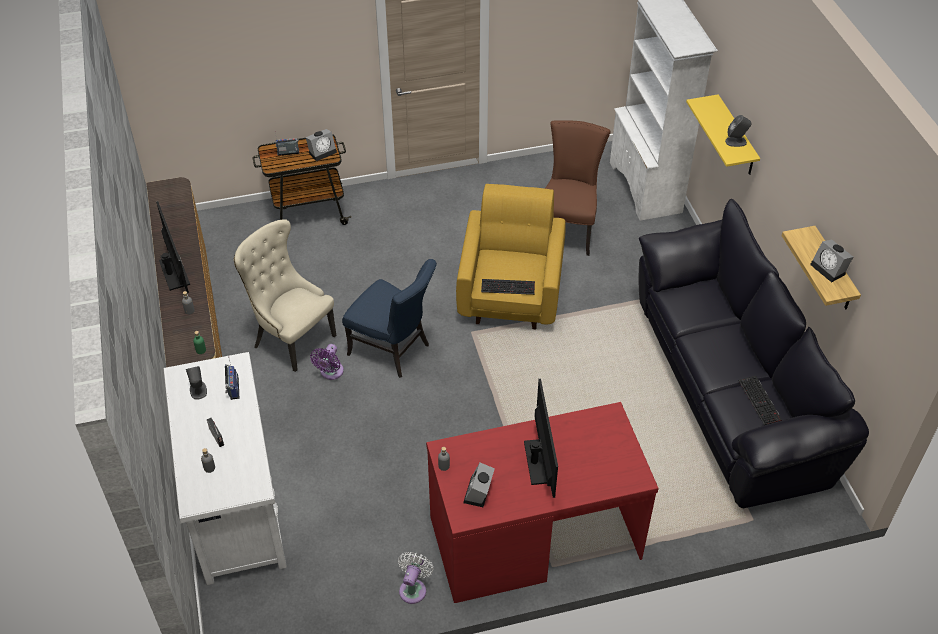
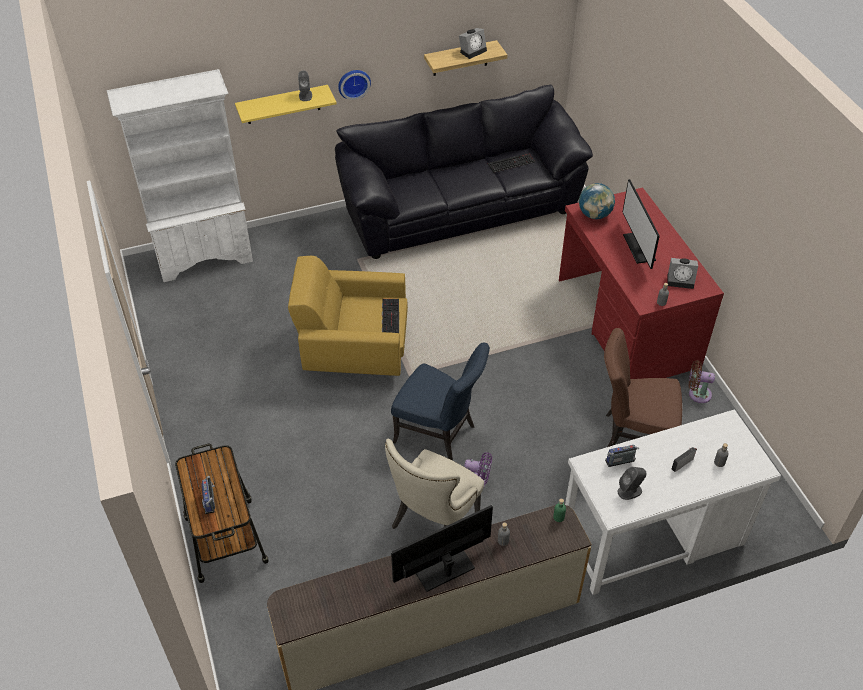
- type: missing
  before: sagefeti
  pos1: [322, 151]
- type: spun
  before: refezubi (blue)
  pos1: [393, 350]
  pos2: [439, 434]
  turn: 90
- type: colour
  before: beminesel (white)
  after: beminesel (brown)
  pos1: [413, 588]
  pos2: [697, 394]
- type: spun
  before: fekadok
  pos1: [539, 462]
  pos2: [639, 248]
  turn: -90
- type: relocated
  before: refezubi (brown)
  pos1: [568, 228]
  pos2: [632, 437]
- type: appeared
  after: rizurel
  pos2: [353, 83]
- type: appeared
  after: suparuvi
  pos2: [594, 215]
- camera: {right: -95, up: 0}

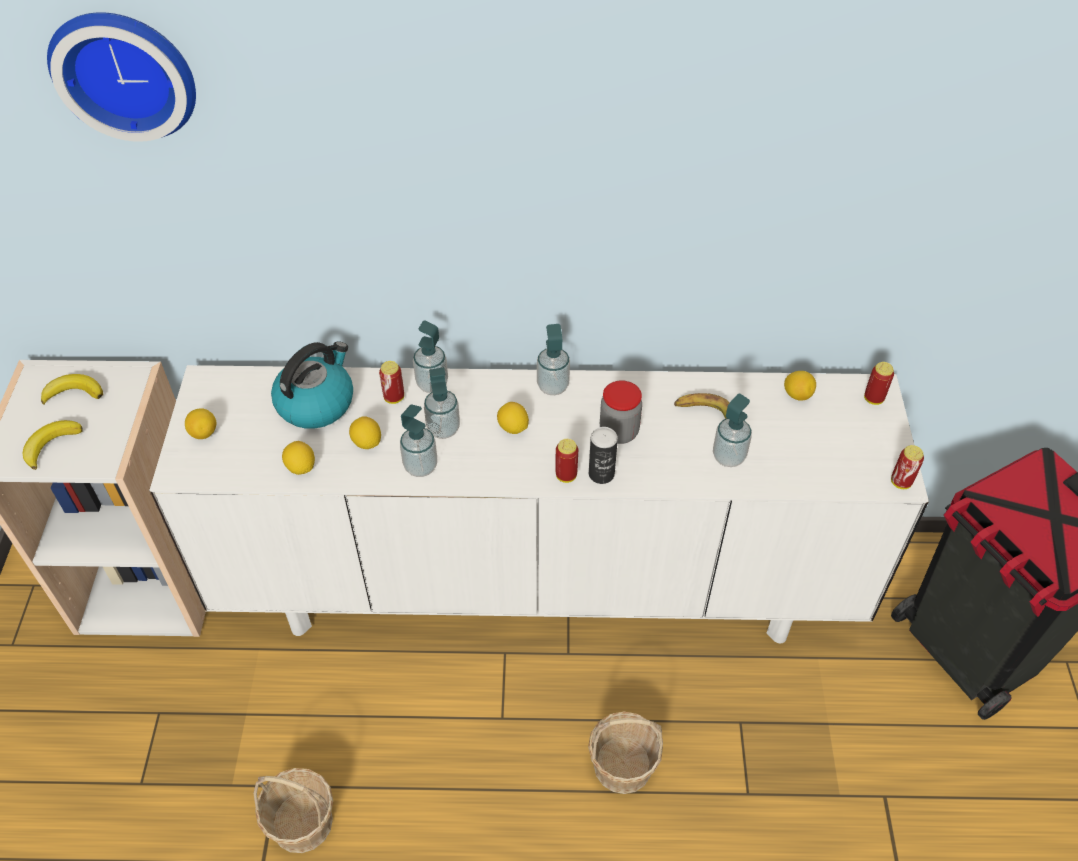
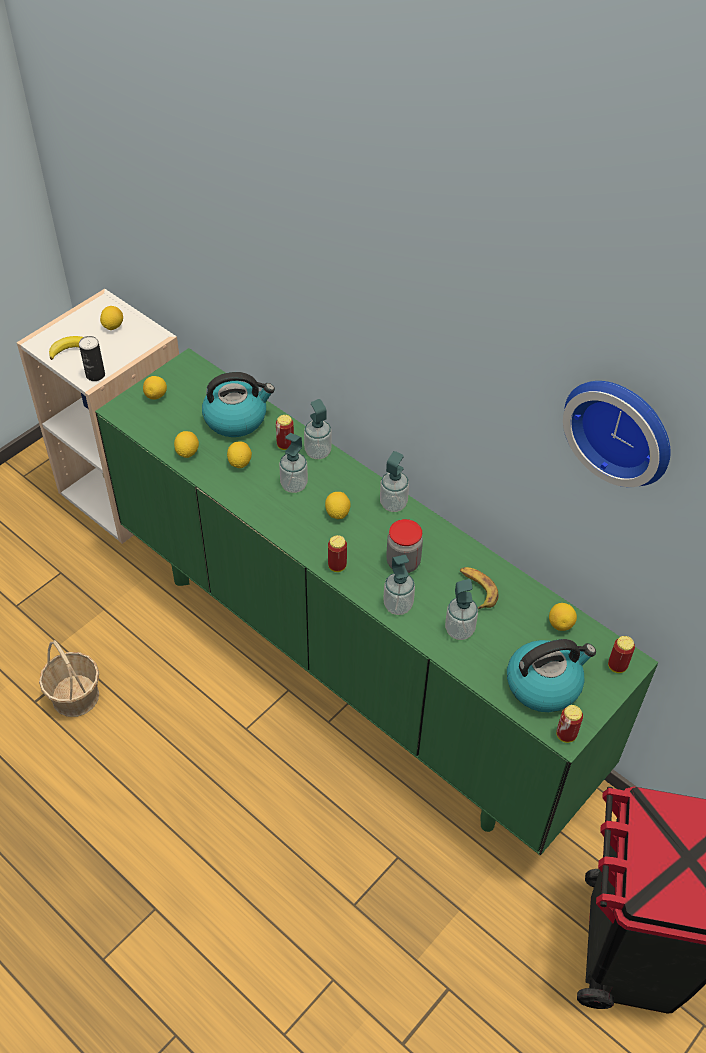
- type: exchanged
  before: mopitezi
  after: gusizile
  pos1: [74, 392]
  pos2: [113, 326]
- type: relocated
  before: rizurel
  pos1: [126, 71]
  pos2: [622, 428]
- type: colour
  before: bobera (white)
  after: bobera (green)
  pos1: [539, 589]
  pos2: [352, 666]
- type: relocated
  before: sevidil
  pos1: [420, 466]
  pos2: [398, 605]
- type: missing
  before: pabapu
  pos1: [622, 764]
- type: relocated
  before: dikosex
  pos1: [601, 474]
  pos2: [95, 375]
- type: appeared
  after: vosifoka
  pos2: [544, 684]
- camera: {right: 40, up: 0}

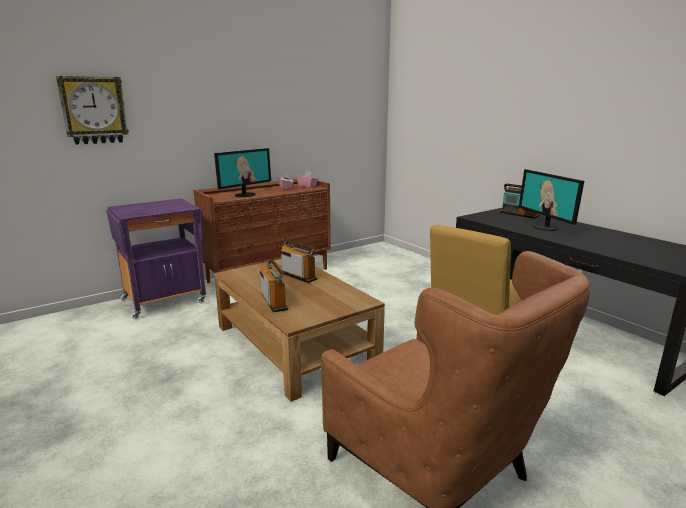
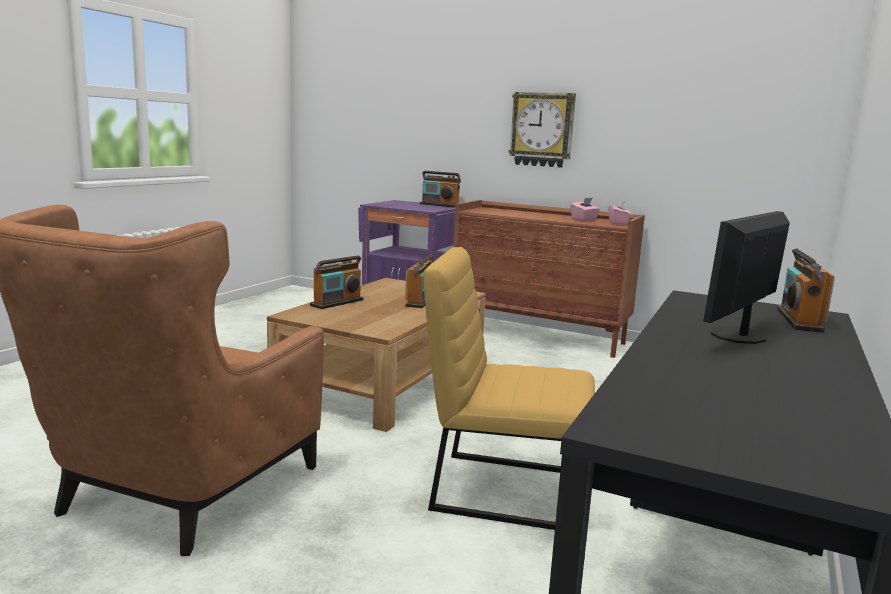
- type: relocated
  before: rizurel
  pos1: [94, 110]
  pos2: [542, 130]
- type: missing
  before: fekadok
  pos1: [245, 195]
- type: appeared
  after: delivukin
  pos2: [440, 205]
- camera: {right: 60, up: -5}

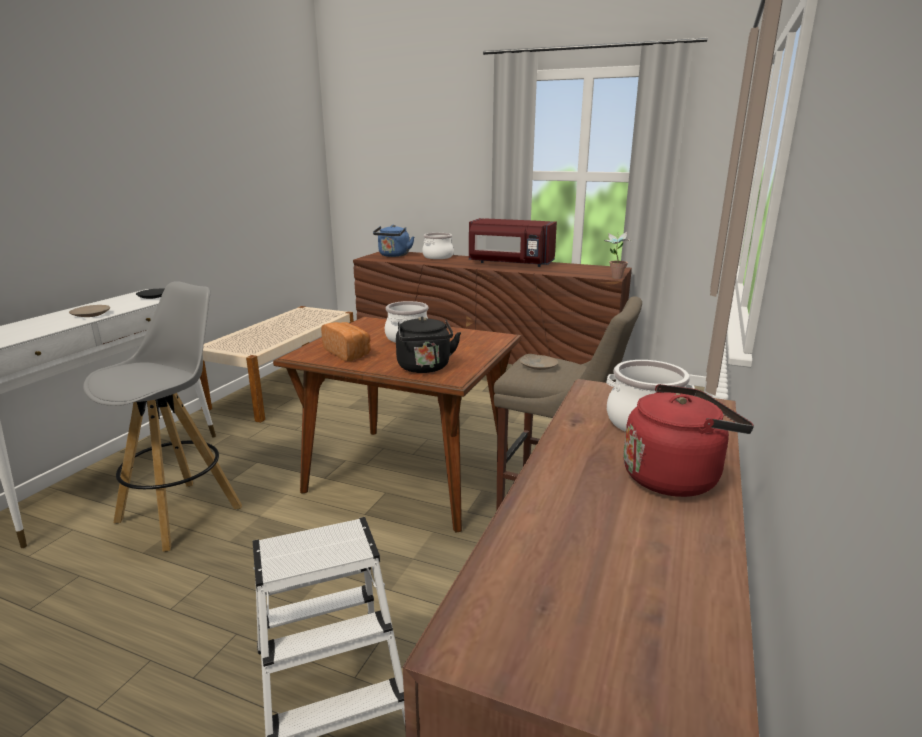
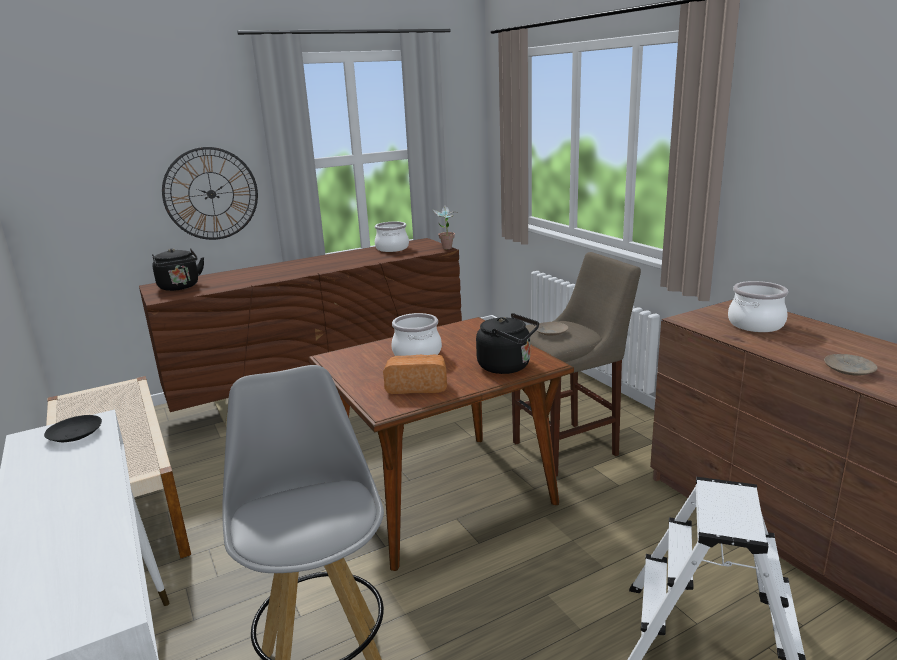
- type: relocated
  before: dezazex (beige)
  pos1: [91, 315]
  pos2: [849, 370]
- type: colour
  before: vosifoka (blue)
  after: vosifoka (black)
  pos1: [393, 255]
  pos2: [180, 287]
- type: relocated
  before: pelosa
  pos1: [438, 257]
  pos2: [392, 248]
- type: missing
  before: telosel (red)
  pos1: [509, 263]
- type: missing
  before: vosifoka (red)
  pos1: [674, 477]
- type: appeared
  after: rizurel
  pos2: [211, 194]
- camera: {right: -50, up: 0}

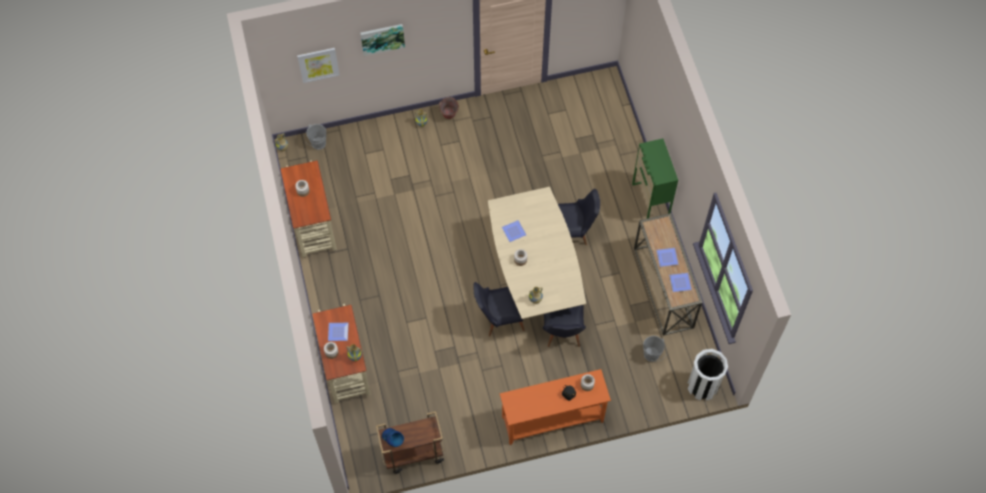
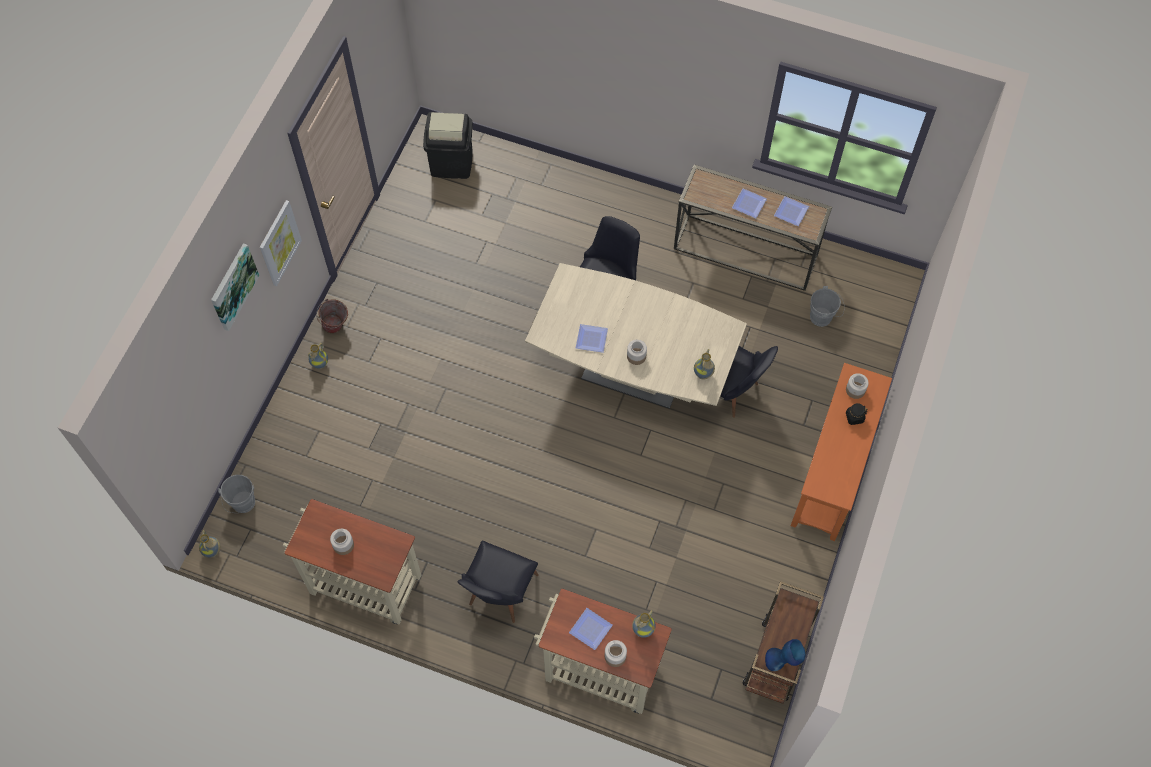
- type: relocated
  before: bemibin
  pos1: [318, 64]
  pos2: [279, 243]
- type: relocated
  before: refezubi (black)
  pos1: [498, 319]
  pos2: [498, 595]
- type: missing
  before: bobera (green)
  pos1: [649, 202]
- type: missing
  before: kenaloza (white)
  pos1: [702, 386]
- type: appeared
  after: kenaloza (black)
  pos2: [452, 163]
- camera: {right: -55, up: 0}

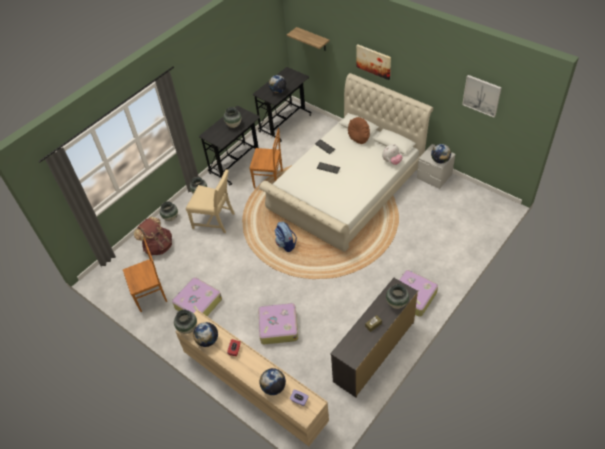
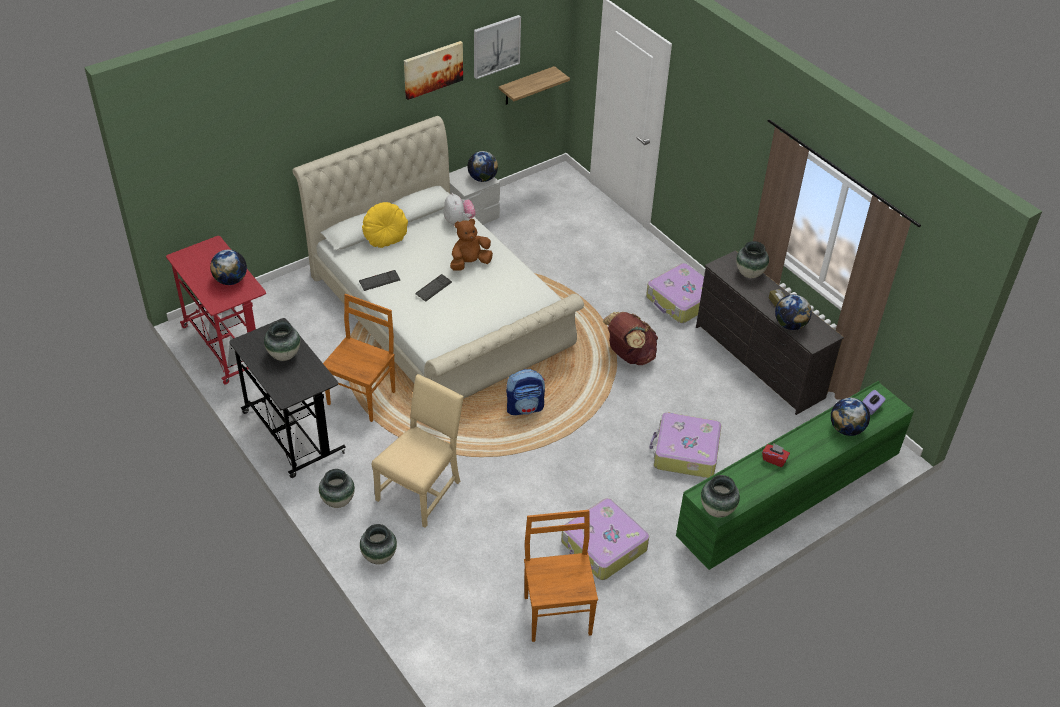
- type: relocated
  before: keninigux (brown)
  pos1: [158, 246]
  pos2: [629, 355]
- type: colour
  before: bobera (beige)
  after: bobera (green)
  pos1: [254, 389]
  pos2: [788, 503]
- type: relocated
  before: suparuvi
  pos1: [208, 340]
  pos2: [790, 325]
- type: colour
  before: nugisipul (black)
  after: nugisipul (red)
  pos1: [285, 123]
  pos2: [228, 345]
- type: relocated
  before: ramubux
  pos1: [313, 39]
  pos2: [526, 86]
- type: colour
  before: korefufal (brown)
  after: korefufal (yellow)
  pos1: [358, 139]
  pos2: [386, 241]
- type: relocated
  before: bemibin
  pos1: [373, 61]
  pos2: [433, 69]
- type: appeared
  after: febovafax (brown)
  pos2: [470, 263]
- camera: {right: -80, up: -5}

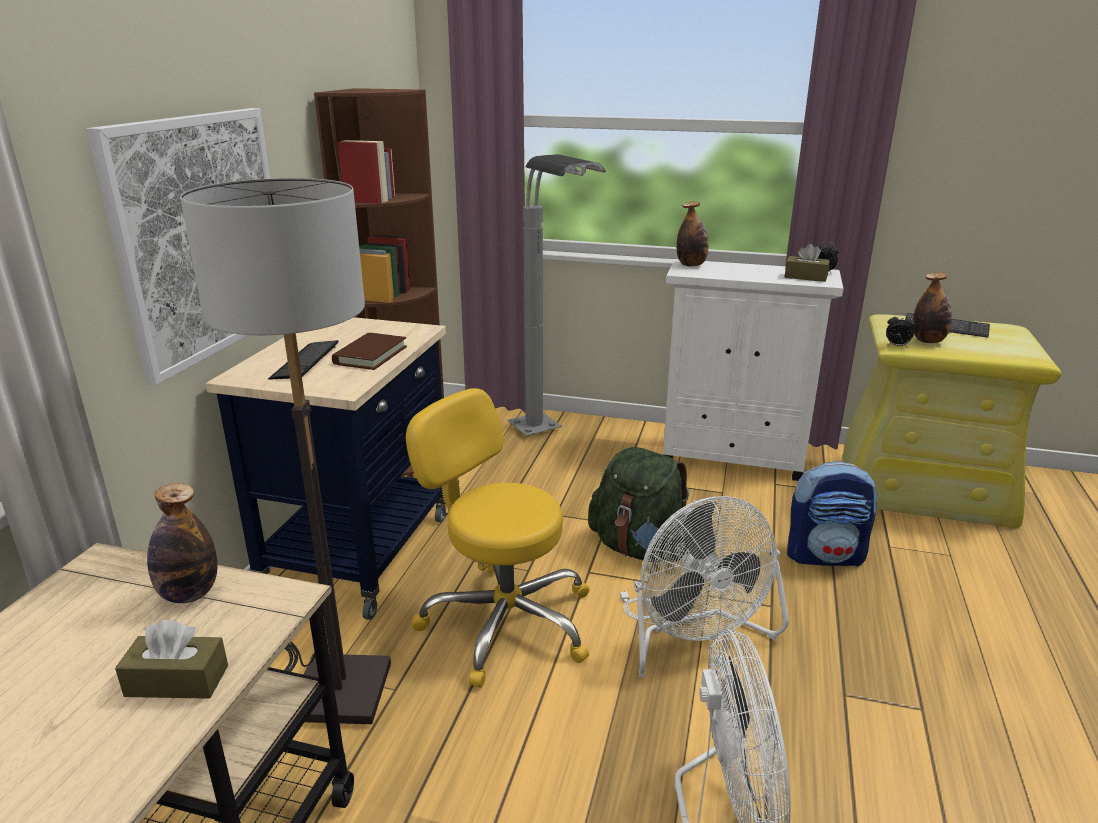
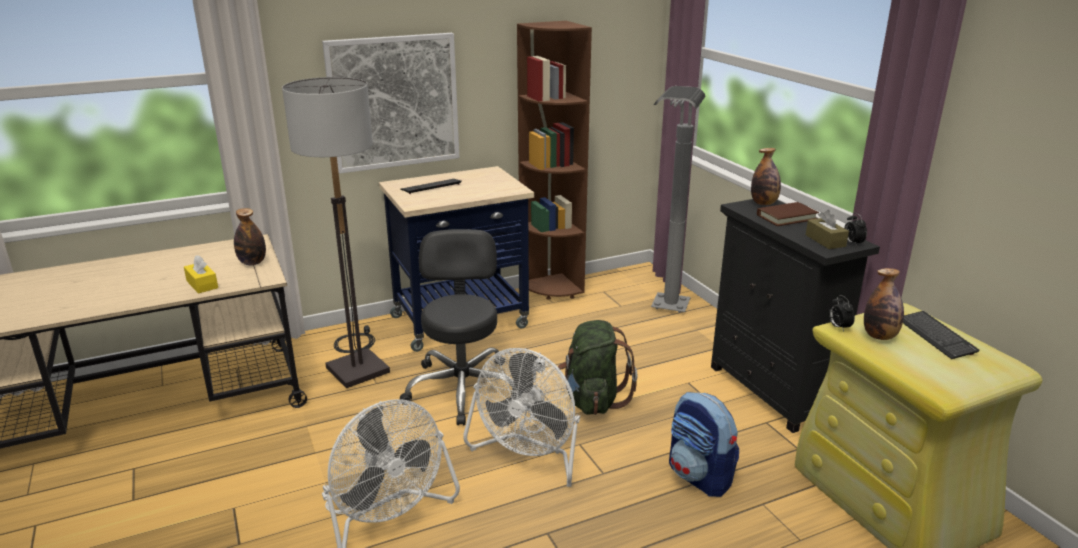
- type: colour
  before: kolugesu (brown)
  after: kolugesu (yellow)
  pos1: [177, 681]
  pos2: [202, 284]
- type: relocated
  before: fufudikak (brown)
  pos1: [370, 355]
  pos2: [786, 217]
- type: colour
  before: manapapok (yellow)
  after: manapapok (black)
  pos1: [501, 619]
  pos2: [462, 386]
- type: colour
  before: bobera (white)
  after: bobera (black)
  pos1: [734, 458]
  pos2: [772, 392]
- camera: {right: 50, up: 0}

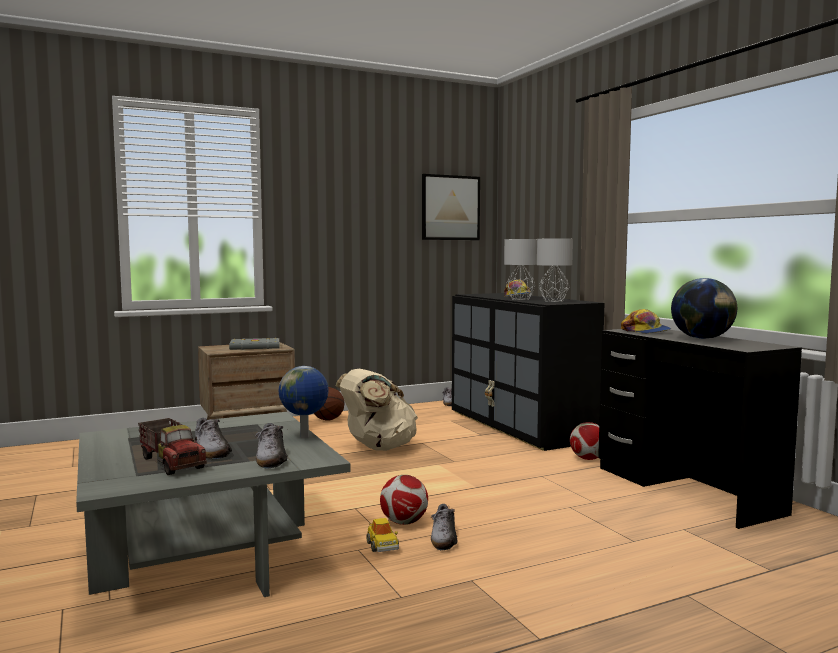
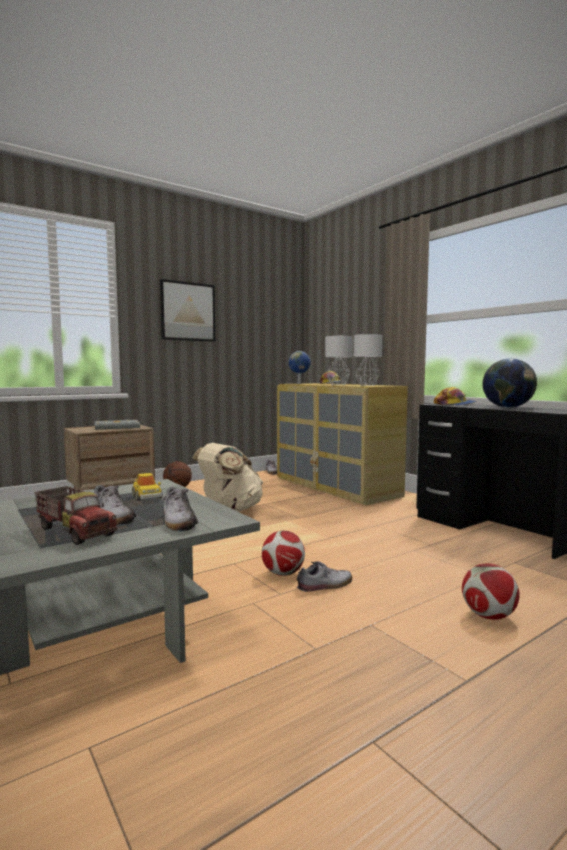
- type: relocated
  before: suparuvi
  pos1: [305, 437]
  pos2: [299, 383]
- type: relocated
  before: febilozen
  pos1: [382, 546]
  pos2: [147, 497]
- type: relocated
  before: bemibin
  pos1: [450, 208]
  pos2: [188, 311]
- type: spun
  before: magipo
  pos1: [443, 538]
  pos2: [325, 585]
  turn: -105
- type: colour
  before: bobera (black)
  after: bobera (yellow)
  pos1: [519, 426]
  pos2: [335, 487]
- type: relocated
  before: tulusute
  pos1: [588, 459]
  pos2: [489, 616]
- camera: {right: -10, up: 0}

